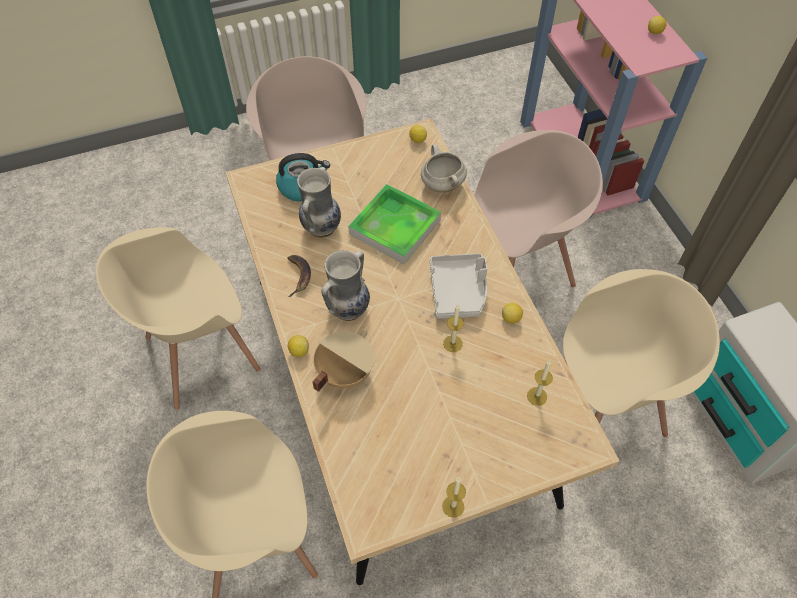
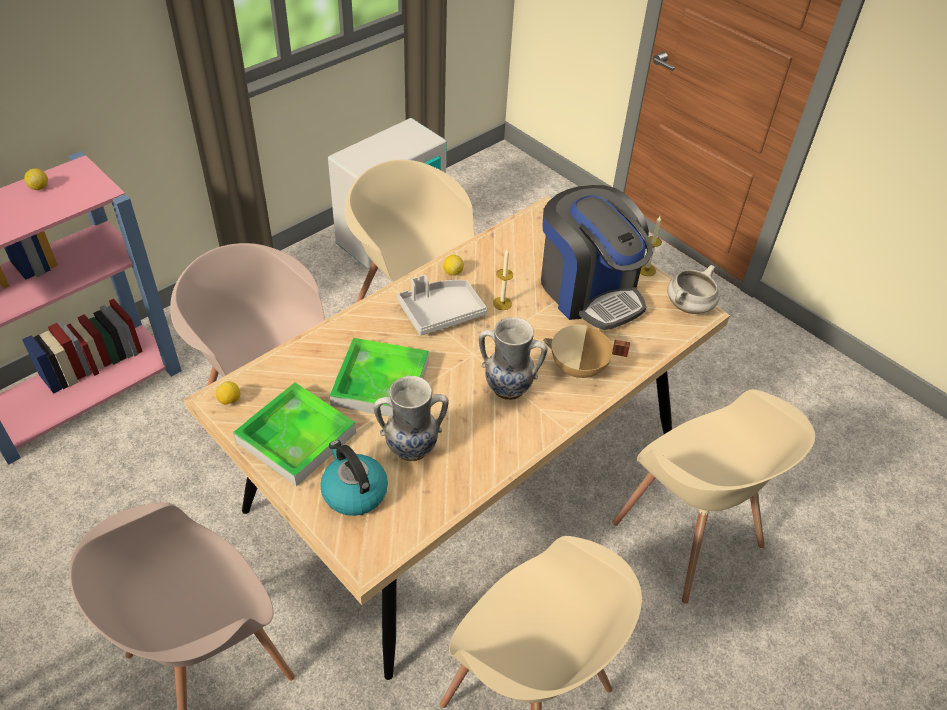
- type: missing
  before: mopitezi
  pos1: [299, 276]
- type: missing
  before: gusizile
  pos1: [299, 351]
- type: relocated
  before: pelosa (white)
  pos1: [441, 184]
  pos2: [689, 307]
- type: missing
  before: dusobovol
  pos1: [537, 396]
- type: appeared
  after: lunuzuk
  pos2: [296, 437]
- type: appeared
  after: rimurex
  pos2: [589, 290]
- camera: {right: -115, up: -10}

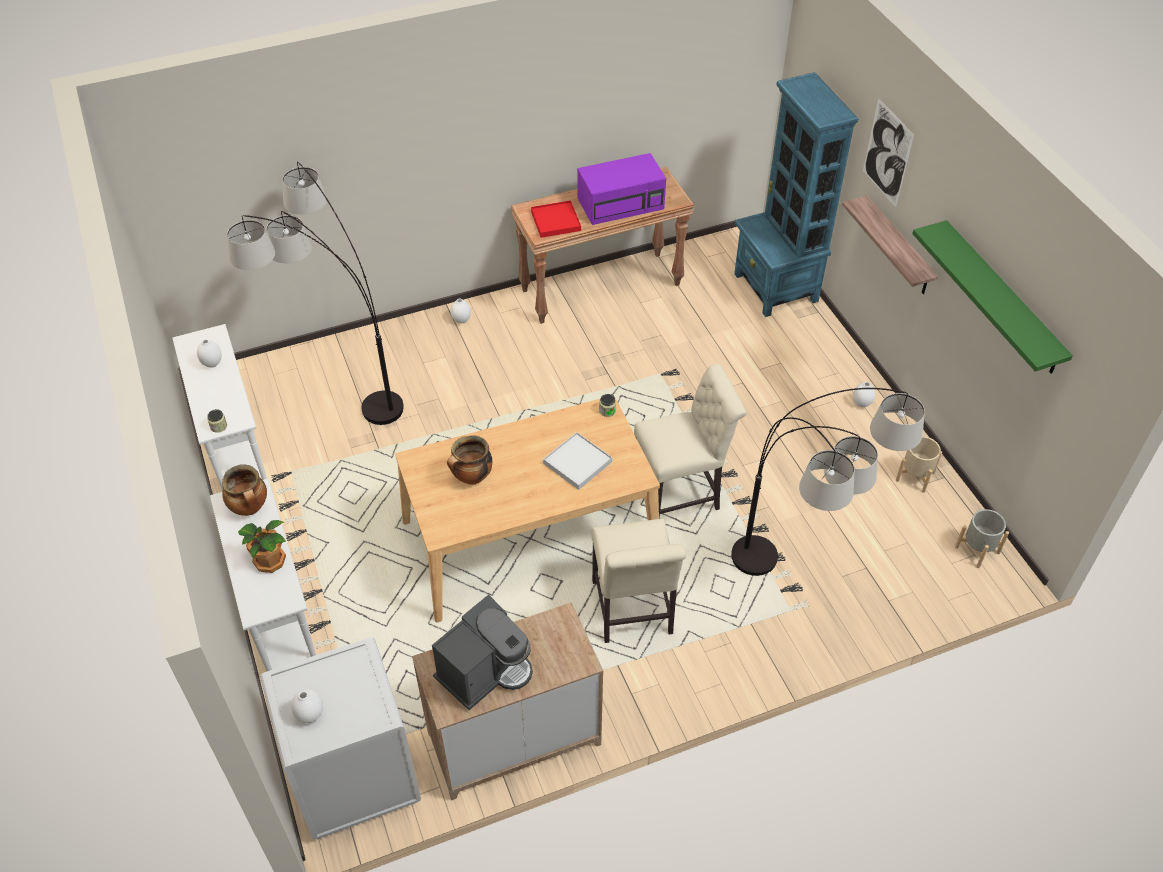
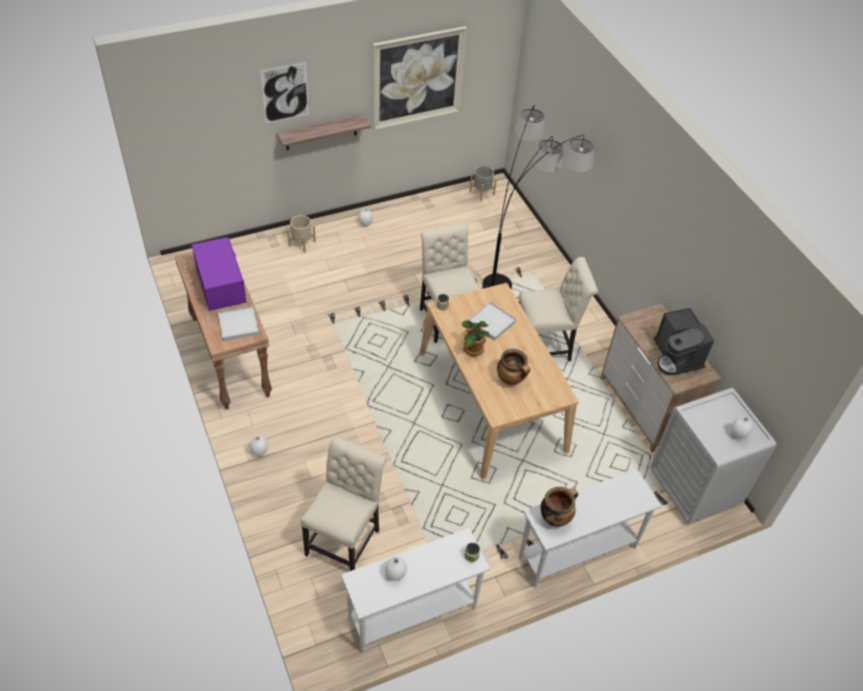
- type: exchanged
  before: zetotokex
  after: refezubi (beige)
  pos1: [339, 394]
  pos2: [346, 539]
- type: relocated
  before: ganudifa
  pos1: [270, 560]
  pos2: [472, 349]
- type: spun
  before: rimurex
  pos1: [485, 671]
  pos2: [676, 356]
  turn: -150
- type: colour
  before: lunuzuk (red)
  after: lunuzuk (white)
  pos1: [556, 221]
  pos2: [238, 325]
- type: missing
  before: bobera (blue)
  pos1: [774, 288]
- type: relocated
  before: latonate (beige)
  pos1: [915, 476]
  pos2: [302, 243]
- type: exchanged
  before: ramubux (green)
  after: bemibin
  pos1: [1001, 298]
  pos2: [417, 78]
- camera: {right: -95, up: 0}

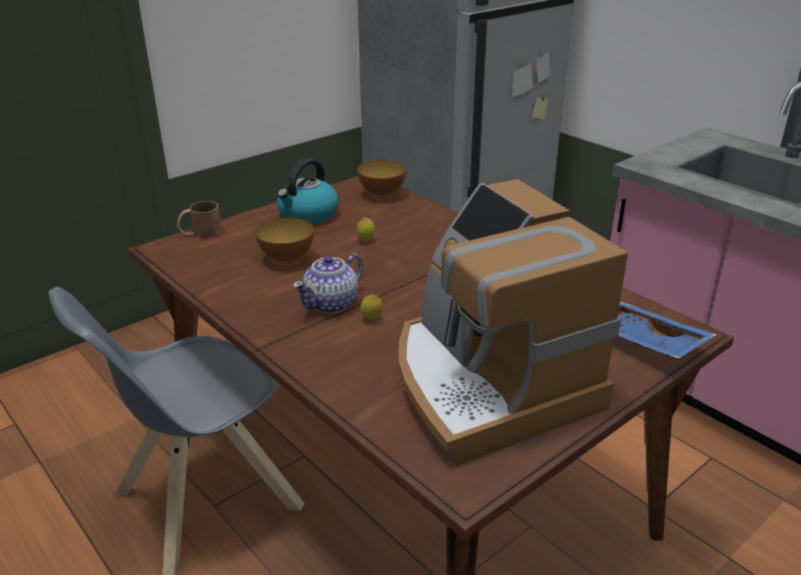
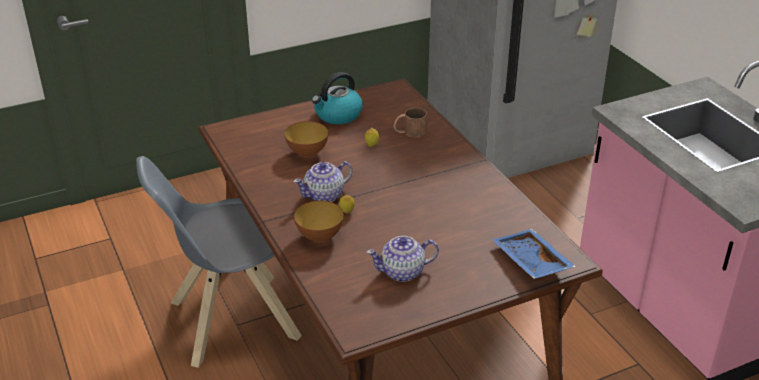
- type: relocated
  before: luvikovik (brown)
  pos1: [200, 233]
  pos2: [409, 132]
- type: relocated
  before: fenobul
  pos1: [382, 194]
  pos2: [320, 237]
- type: exchanged
  before: rimurex
  after: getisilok
  pos1: [488, 383]
  pos2: [403, 272]
- camera: {right: 15, up: 5}

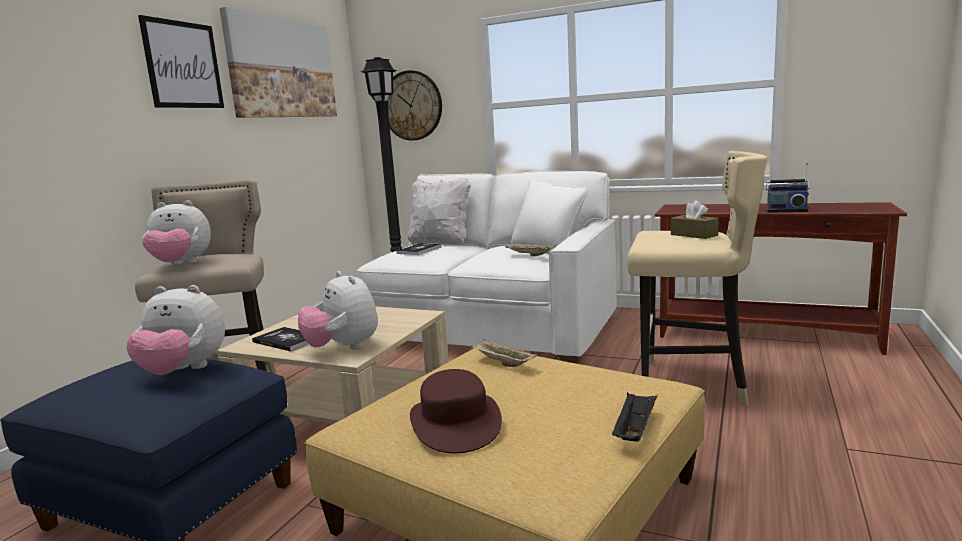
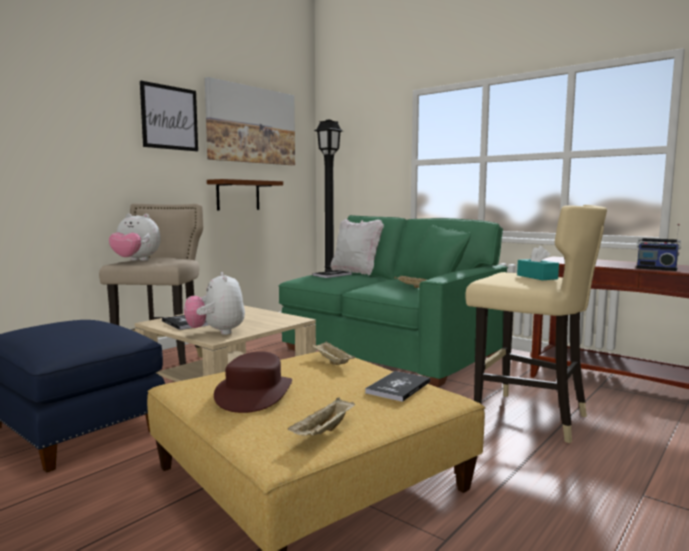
- type: missing
  before: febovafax
  pos1: [183, 371]
- type: colour
  before: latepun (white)
  after: latepun (green)
  pos1: [496, 330]
  pos2: [390, 352]
- type: missing
  before: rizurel
  pos1: [412, 105]
- type: missing
  before: lunuzuk (black)
  pos1: [634, 430]
- type: colour
  before: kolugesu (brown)
  after: kolugesu (turquoise)
  pos1: [694, 235]
  pos2: [537, 277]
- type: appeared
  after: ramubux (brown)
  pos2: [238, 195]
- type: appeared
  after: lunuzuk (beige)
  pos2: [324, 432]
- type: appeared
  after: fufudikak
  pos2: [398, 387]
- camera: {right: 15, up: -5}

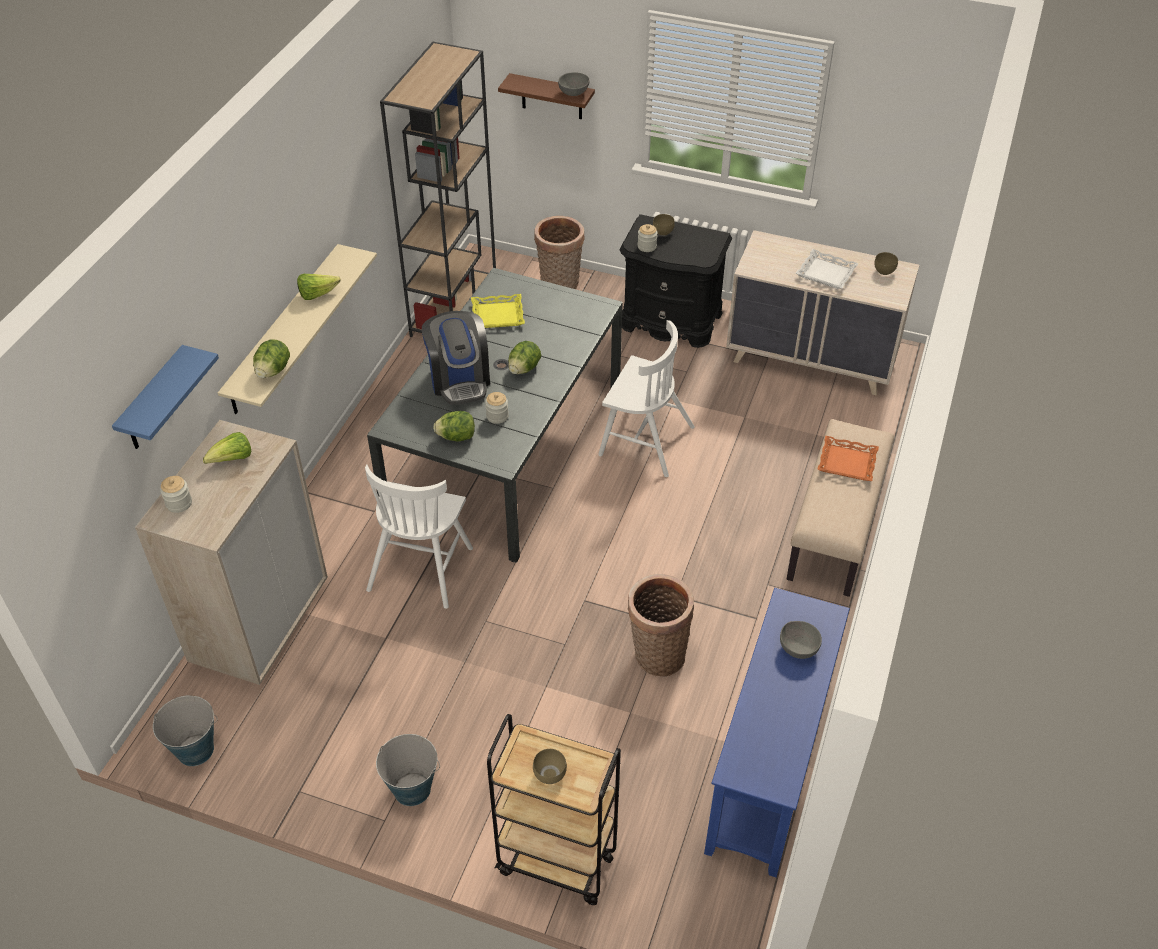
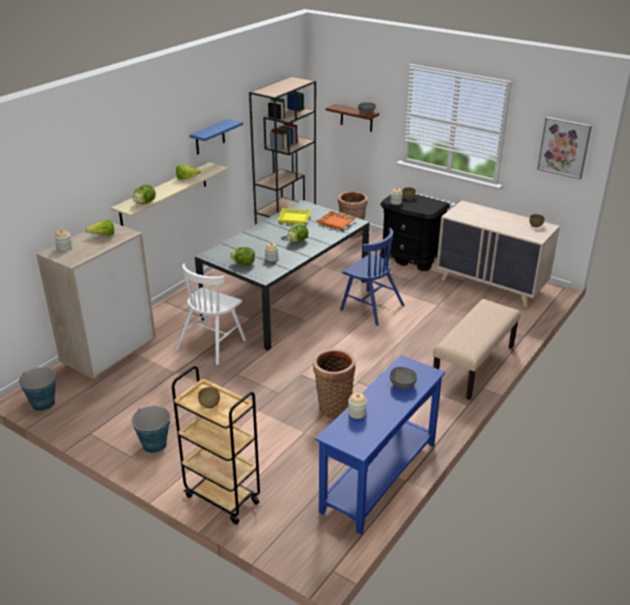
- type: relocated
  before: ramubux (blue)
  pos1: [153, 401]
  pos2: [210, 137]
- type: missing
  before: rimurex
  pos1: [459, 379]
- type: colour
  before: refezubi (white)
  after: refezubi (blue)
  pos1: [641, 439]
  pos2: [369, 306]
- type: missing
  before: lunuzuk (white)
  pos1: [825, 273]
- type: relocated
  before: lunuzuk (orange)
  pos1: [847, 462]
  pos2: [336, 222]
- type: appeared
  after: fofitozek
  pos2: [357, 413]
- type: appeared
  after: bemibin
  pos2: [564, 147]
- camera: {right: 15, up: -15}

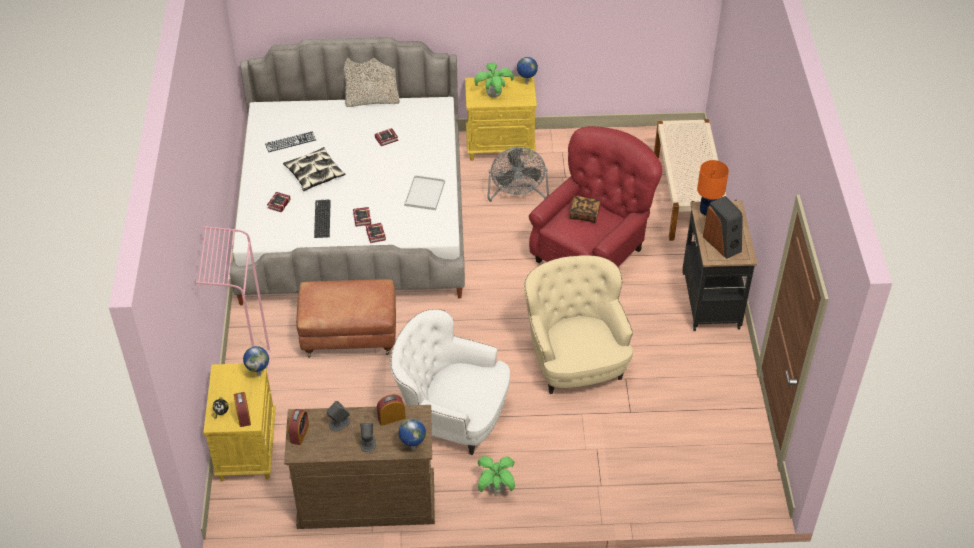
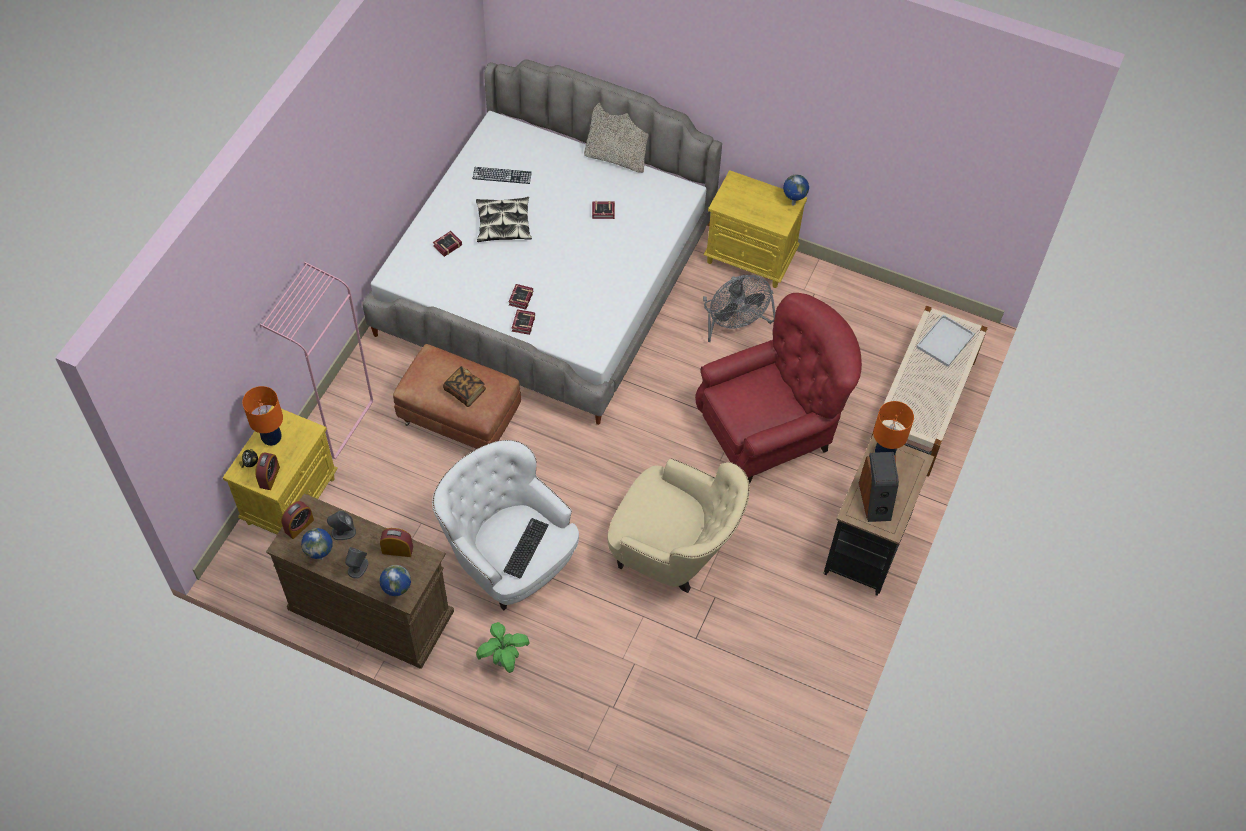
- type: relocated
  before: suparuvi
  pos1: [259, 374]
  pos2: [321, 556]
- type: relocated
  before: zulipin
  pos1: [322, 219]
  pos2: [526, 548]
- type: relocated
  before: lunuzuk (white)
  pos1: [424, 192]
  pos2: [945, 340]
- type: missing
  before: ganudifa
  pos1: [493, 95]
- type: spun
  before: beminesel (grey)
  pos1: [515, 192]
  pos2: [732, 322]
  turn: -45
- type: spun
  before: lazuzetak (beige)
  pos1: [575, 360]
  pos2: [675, 551]
  turn: 105
- type: relocated
  before: fufudikak
  pos1: [584, 214]
  pos2: [465, 391]
- type: appeared
  after: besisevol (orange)
  pos2: [272, 438]
- camera: {right: 25, up: 10}

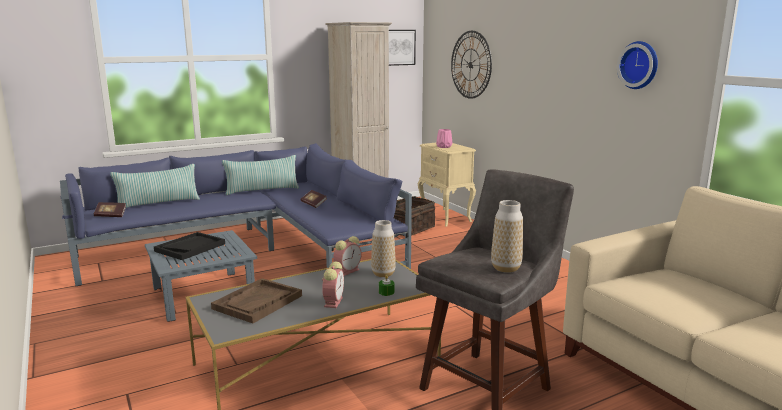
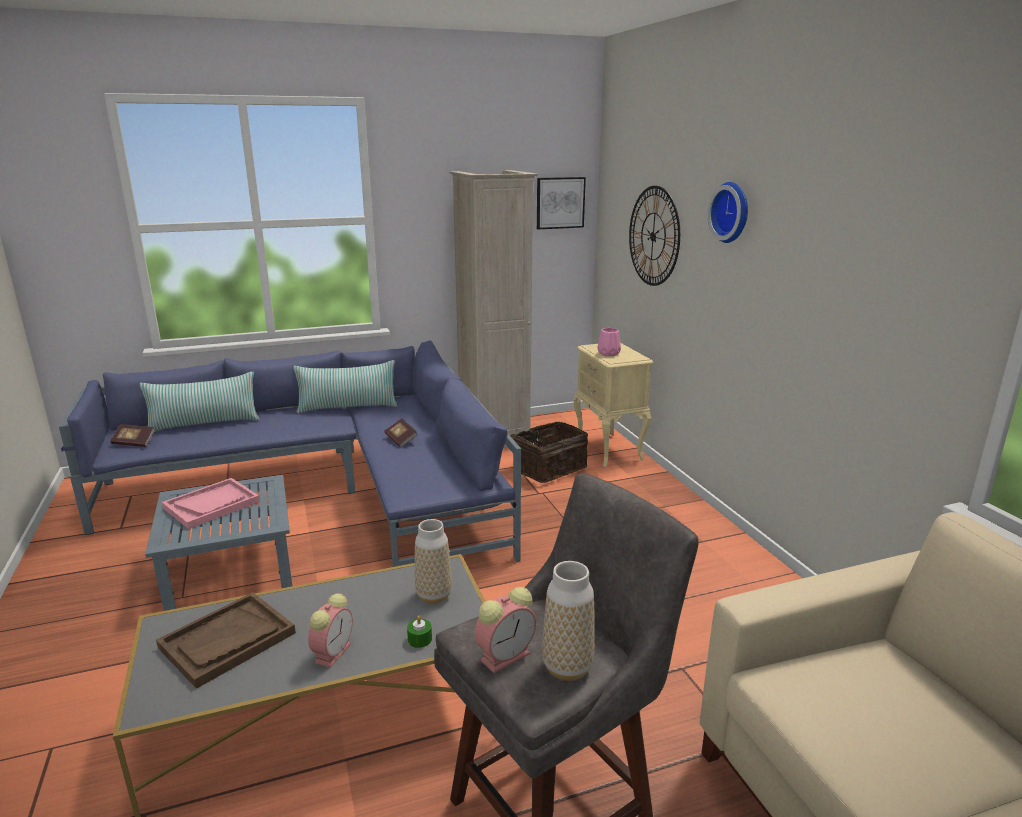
- type: colour
  before: lunuzuk (black)
  after: lunuzuk (pink)
  pos1: [190, 247]
  pos2: [212, 505]
- type: relocated
  before: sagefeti
  pos1: [348, 271]
  pos2: [506, 655]
- type: relocated
  before: rizurel
  pos1: [639, 65]
  pos2: [732, 212]
- camera: {right: 10, up: 5}

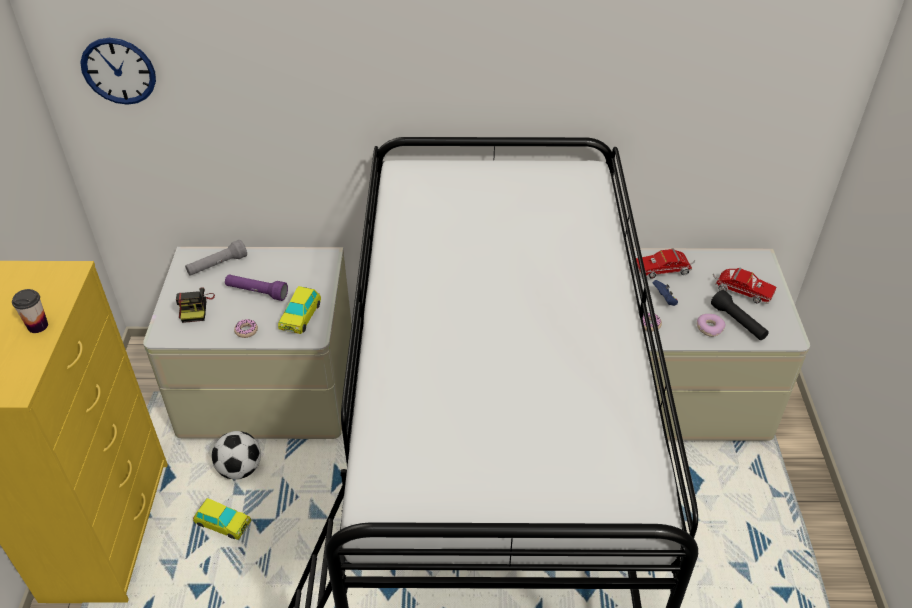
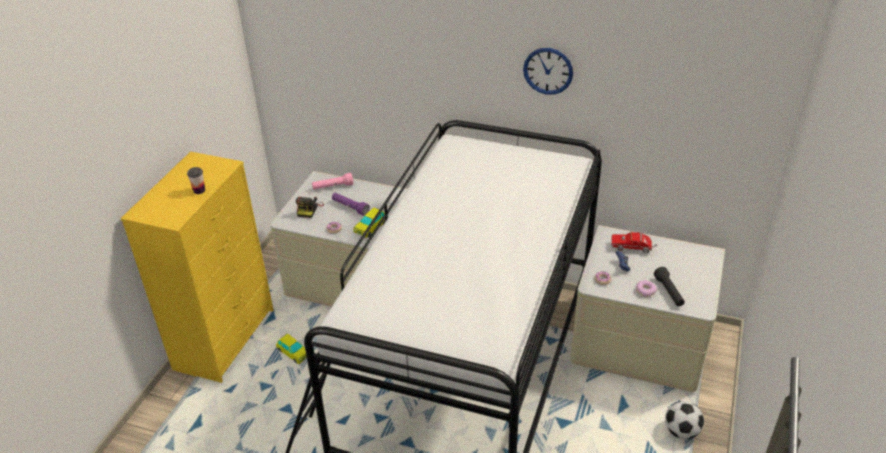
- type: relocated
  before: rizurel
  pos1: [118, 71]
  pos2: [548, 71]
- type: colour
  before: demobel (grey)
  after: demobel (pink)
  pos1: [217, 265]
  pos2: [333, 187]
- type: relocated
  before: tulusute
  pos1: [240, 469]
  pos2: [681, 431]
- type: missing
  before: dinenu
  pos1: [740, 291]
- camera: {right: 20, up: -5}

